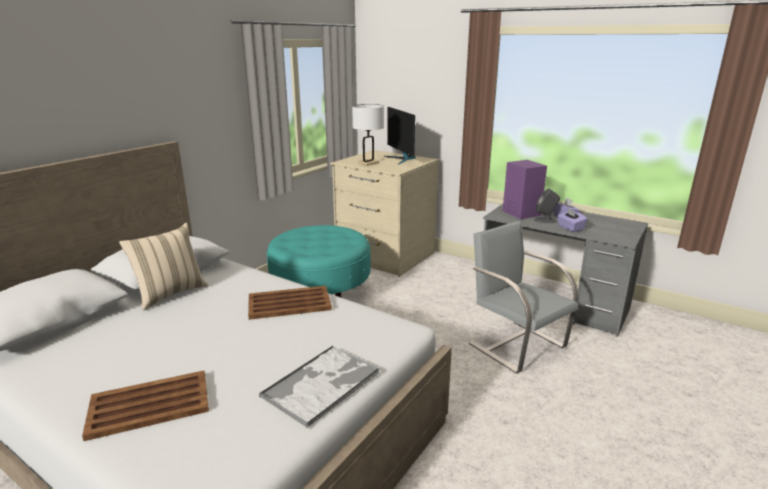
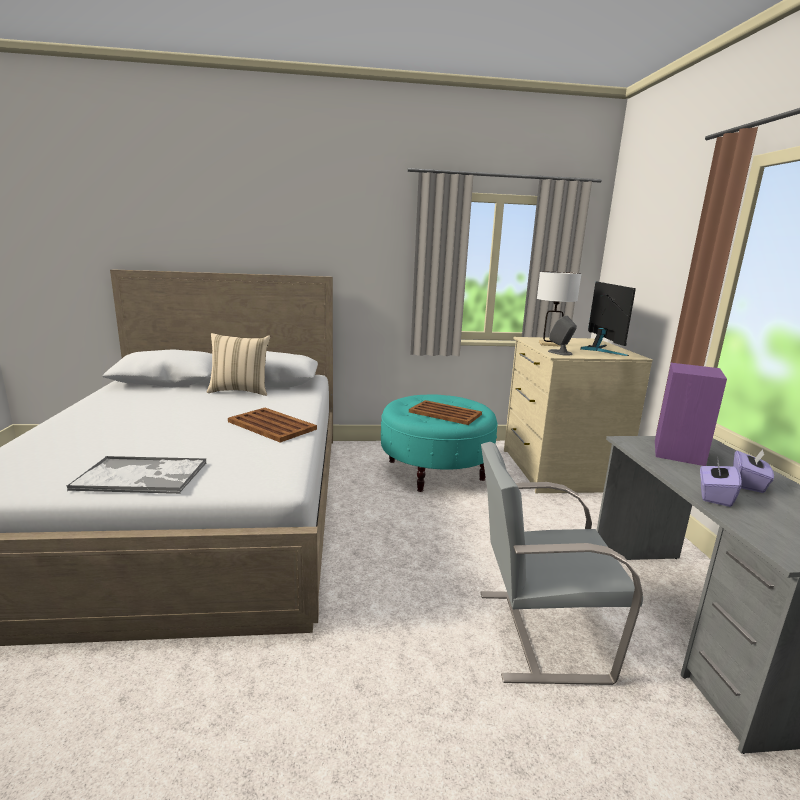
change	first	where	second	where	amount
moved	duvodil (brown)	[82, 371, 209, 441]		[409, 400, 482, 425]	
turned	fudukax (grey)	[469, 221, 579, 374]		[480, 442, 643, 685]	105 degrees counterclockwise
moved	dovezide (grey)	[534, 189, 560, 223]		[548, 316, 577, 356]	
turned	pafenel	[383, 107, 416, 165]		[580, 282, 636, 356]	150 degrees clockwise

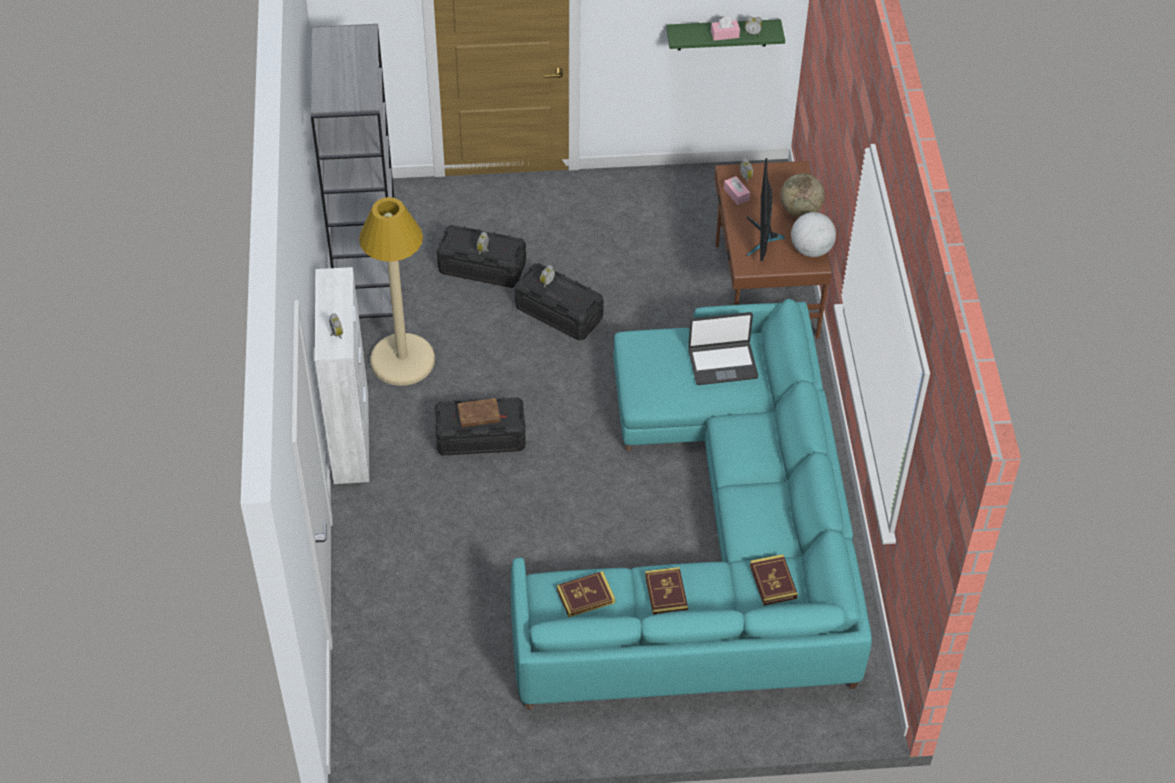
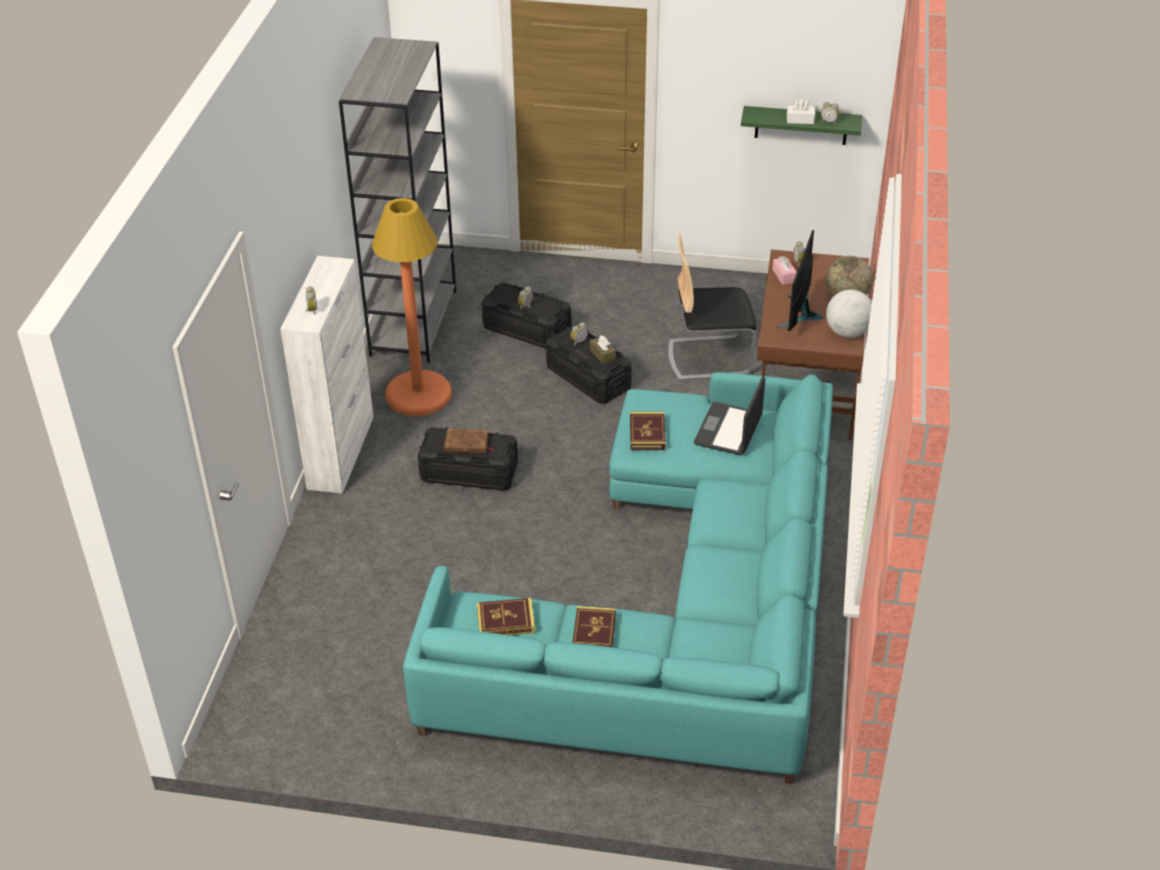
change	first	where	second	where	amount
recoloured	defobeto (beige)	[359, 197, 435, 386]	defobeto (orange)	[372, 198, 452, 416]	
added			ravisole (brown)	[590, 335, 616, 364]	
moved	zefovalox	[750, 554, 798, 605]		[630, 412, 666, 450]	
added			fudukax	[668, 232, 756, 381]	
turned	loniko	[688, 312, 758, 385]		[694, 376, 765, 455]	105 degrees clockwise
recoloured	ravisole (pink)	[711, 17, 740, 41]	ravisole (white)	[787, 99, 815, 124]	

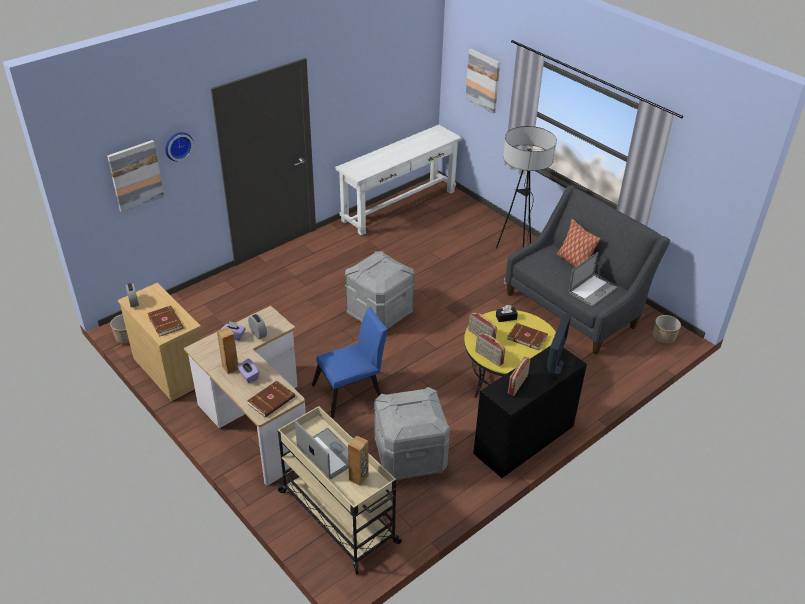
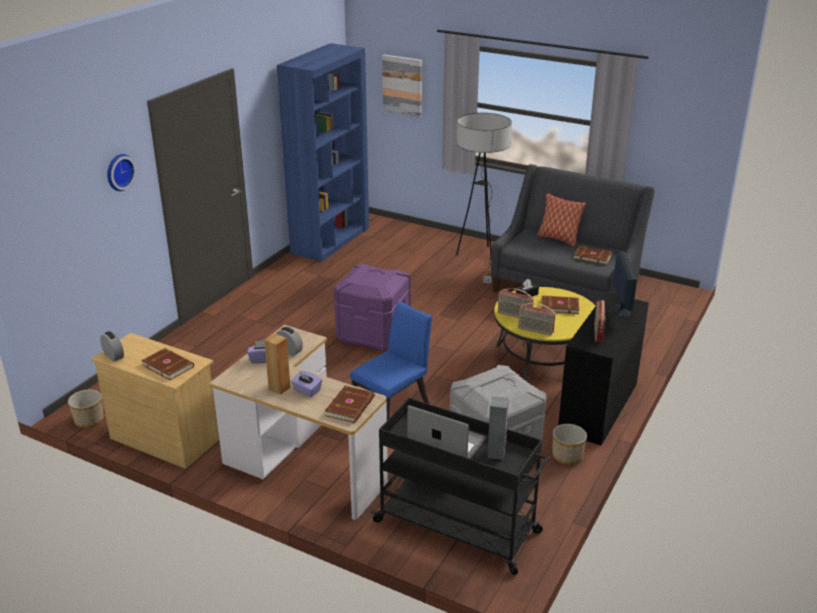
change	first	where	second	where	amount
replaced	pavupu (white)	[335, 125, 462, 235]	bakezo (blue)	[277, 43, 369, 262]	
recoloured	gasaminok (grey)	[345, 251, 414, 329]	gasaminok (purple)	[334, 264, 410, 351]	
recoloured	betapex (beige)	[276, 406, 402, 575]	betapex (black)	[371, 398, 549, 575]	
recoloured	dovezide (brown)	[348, 435, 369, 486]	dovezide (grey)	[487, 396, 509, 460]	
moved	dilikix	[653, 315, 681, 345]		[553, 424, 587, 465]	
replaced	loniko	[569, 252, 617, 307]	zefovalox (brown)	[573, 246, 612, 265]	
removed	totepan	[107, 140, 164, 213]			

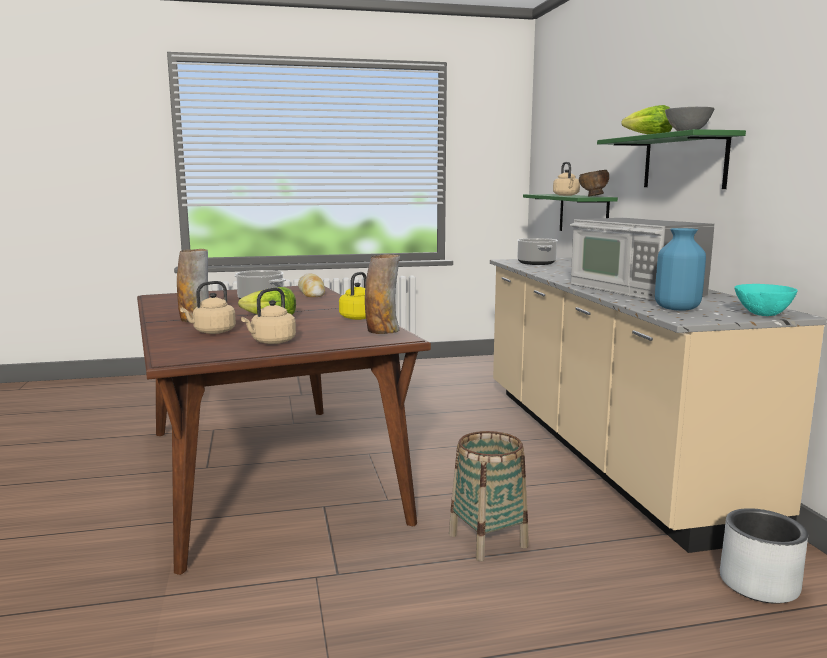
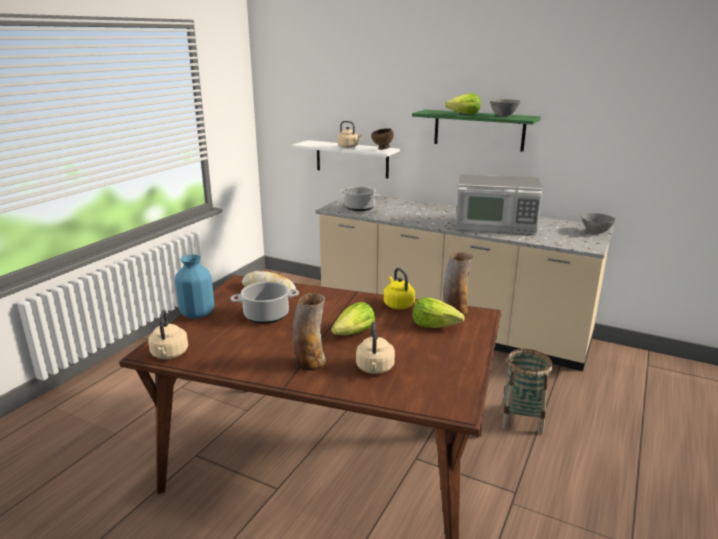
change	first	where	second	where	amount
moved	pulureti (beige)	[241, 287, 296, 344]		[148, 310, 188, 359]	
moved	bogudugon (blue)	[655, 228, 706, 311]		[175, 255, 214, 319]	
recoloured	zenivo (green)	[523, 194, 618, 231]	zenivo (white)	[291, 140, 400, 179]	
added			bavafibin	[412, 297, 465, 328]	
recoloured	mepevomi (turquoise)	[734, 284, 798, 316]	mepevomi (grey)	[581, 213, 615, 234]	
removed	dilikix (grey)	[720, 508, 808, 604]			

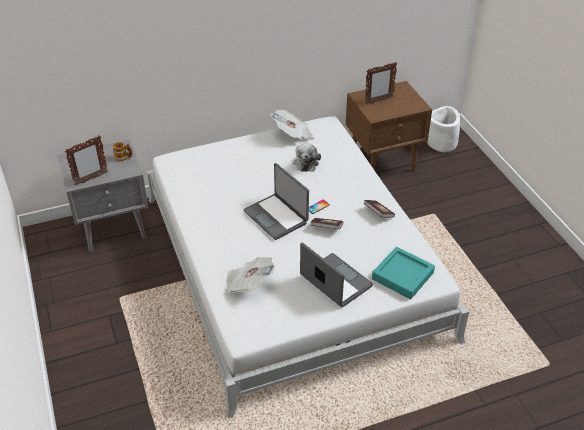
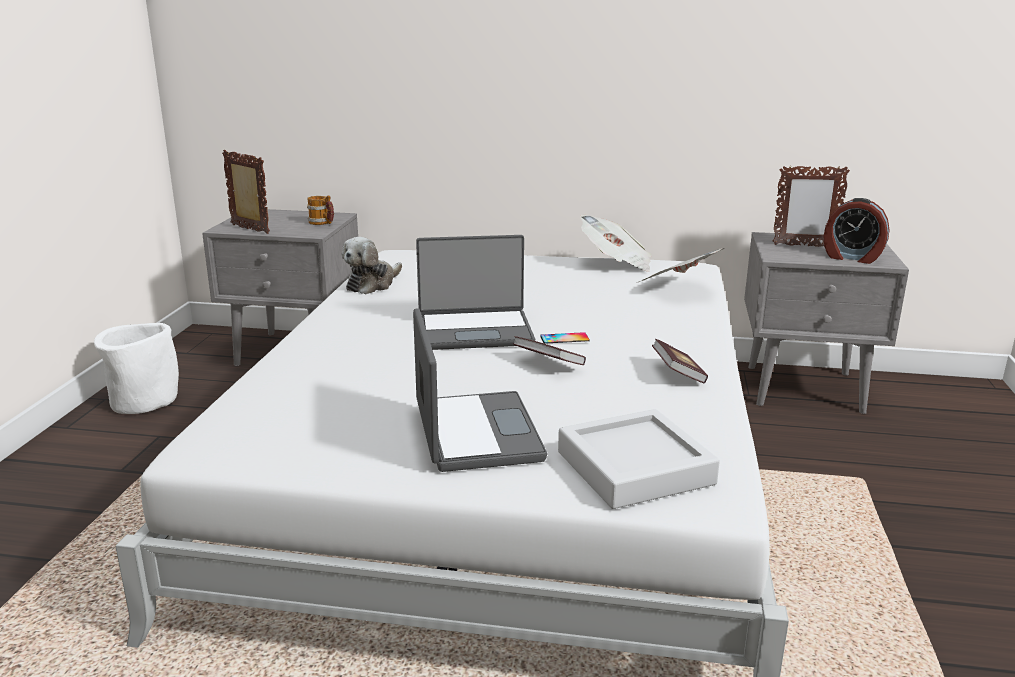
change	first	where	second	where	amount
moved	dilikix (white)	[427, 106, 460, 152]		[94, 323, 179, 414]	
turned	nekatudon	[65, 135, 108, 186]		[222, 150, 270, 234]	135 degrees counterclockwise
moved	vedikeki	[293, 143, 321, 172]		[342, 237, 402, 294]	
turned	loniko	[243, 163, 309, 240]		[416, 235, 535, 350]	90 degrees counterclockwise
recoloured	duvodil (turquoise)	[372, 247, 435, 299]	duvodil (grey)	[558, 409, 720, 509]	
moved	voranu	[226, 257, 275, 293]		[639, 248, 724, 282]	
recoloured	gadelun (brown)	[346, 81, 432, 171]	gadelun (grey)	[744, 232, 909, 414]	
added			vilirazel	[823, 198, 890, 264]	

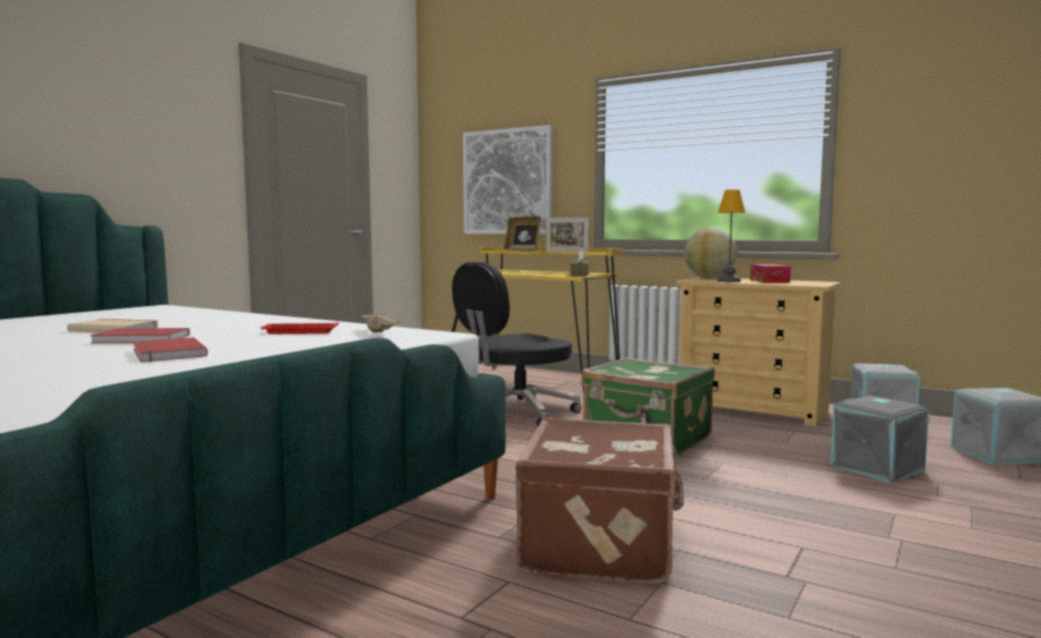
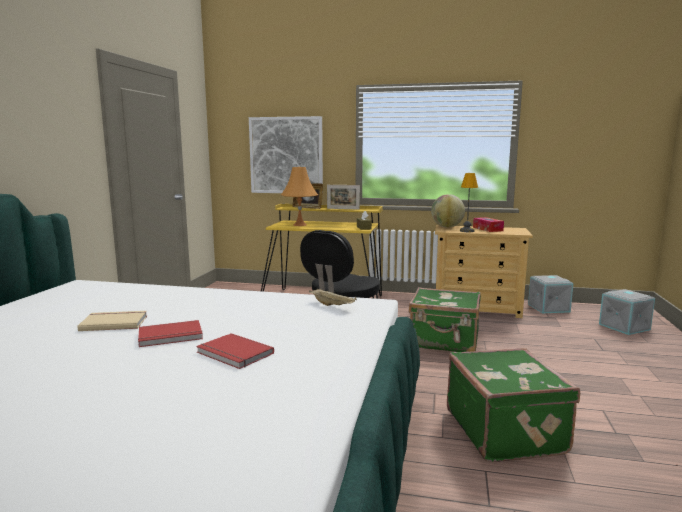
change	first	where	second	where	amount
added			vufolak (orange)	[281, 167, 318, 226]	
recoloured	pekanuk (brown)	[515, 417, 684, 585]	pekanuk (green)	[447, 348, 580, 462]	
removed	duvodil (red)	[260, 322, 339, 334]			
removed	gasaminok (grey)	[830, 395, 929, 483]			

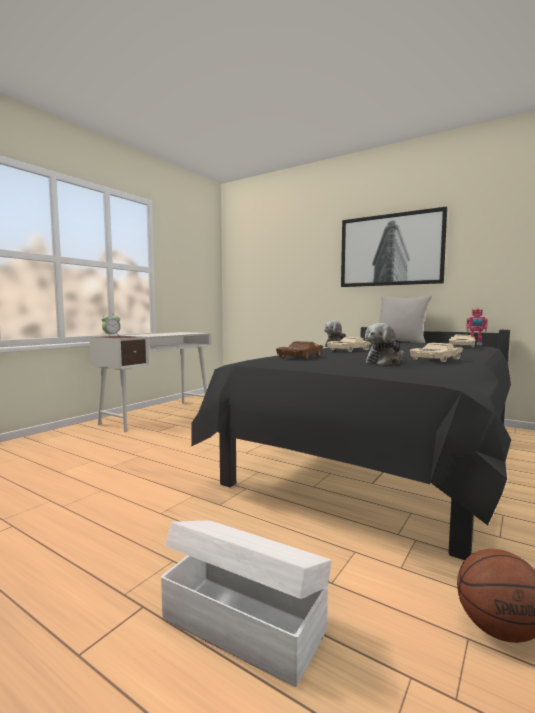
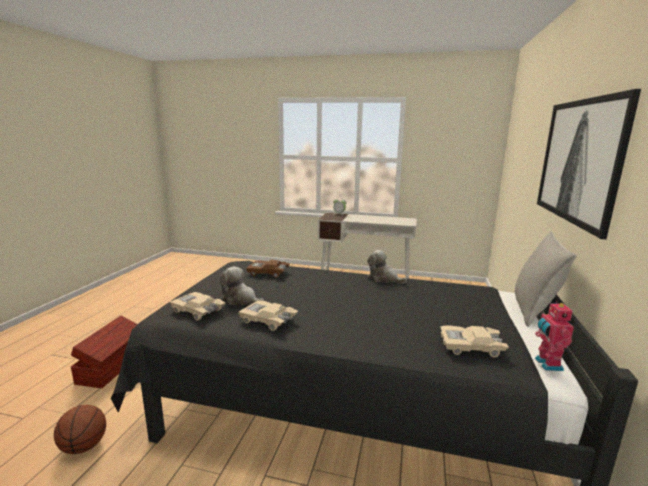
change	first	where	second	where	amount
recoloured	gasaminok (white)	[161, 521, 331, 687]	gasaminok (brown)	[71, 316, 138, 388]	
moved	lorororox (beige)	[327, 337, 371, 352]		[170, 292, 225, 320]	

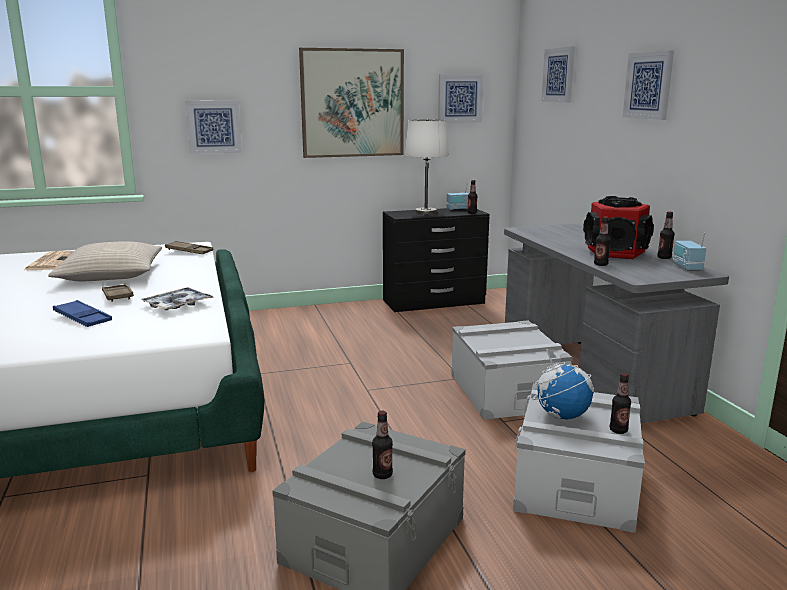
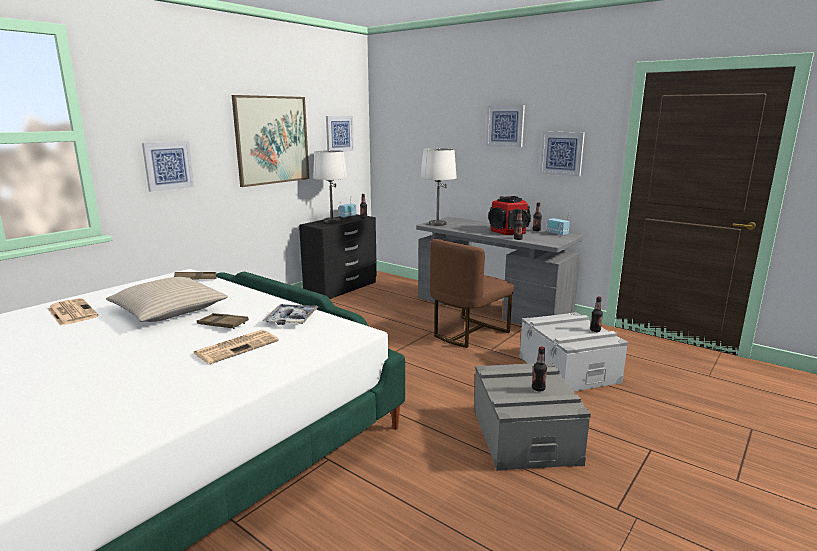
change	first	where	second	where	amount
replaced	duvodil (blue)	[53, 300, 112, 327]	voranu	[194, 330, 279, 364]	
added			vufolak (white)	[420, 148, 457, 226]	
replaced	gasaminok (grey)	[451, 320, 572, 420]	fudukax (brown)	[430, 239, 514, 348]	
moved	totepan	[541, 47, 575, 103]		[540, 131, 585, 176]	
removed	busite	[533, 349, 594, 421]			

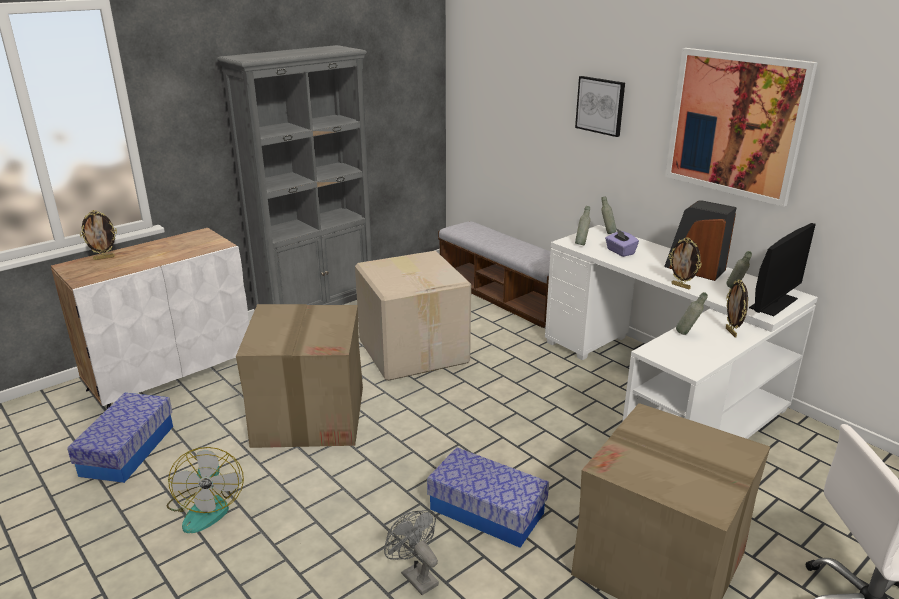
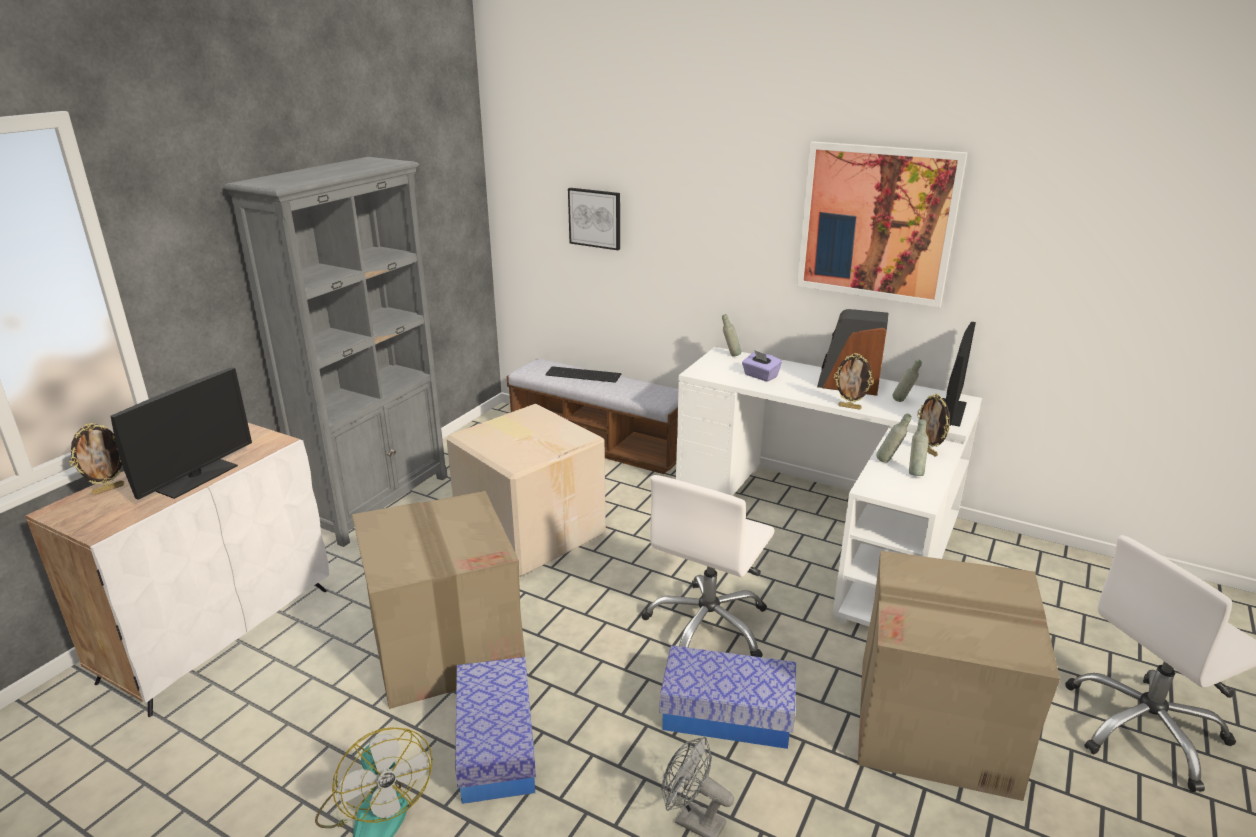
change	first	where	second	where	amount
added			pafenel	[111, 367, 252, 500]	
moved	gasaminok	[67, 393, 173, 483]		[455, 657, 536, 804]	
added			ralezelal	[546, 366, 622, 383]	
moved	totepan	[575, 76, 625, 137]		[568, 188, 620, 250]	
added			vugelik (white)	[641, 475, 775, 657]	
moved	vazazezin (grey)	[575, 206, 591, 245]		[909, 419, 929, 476]	

